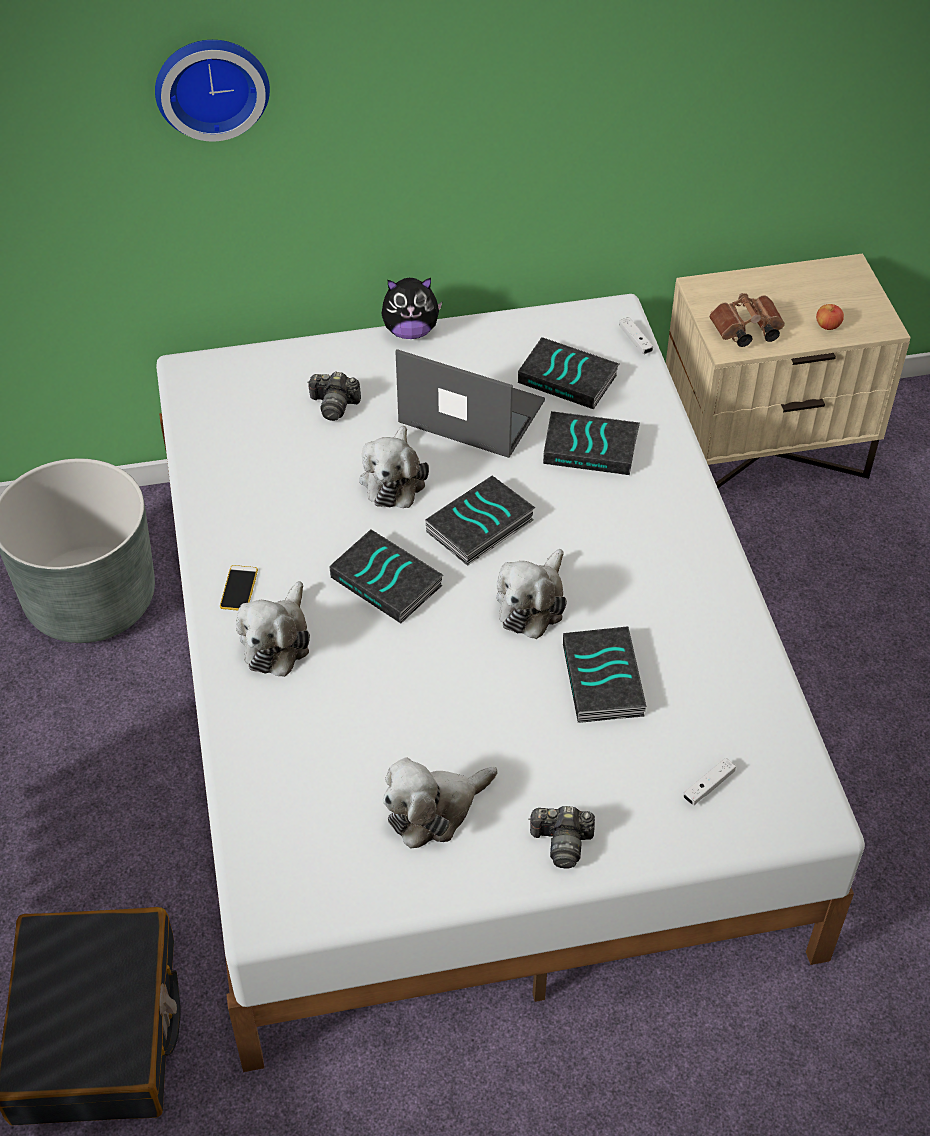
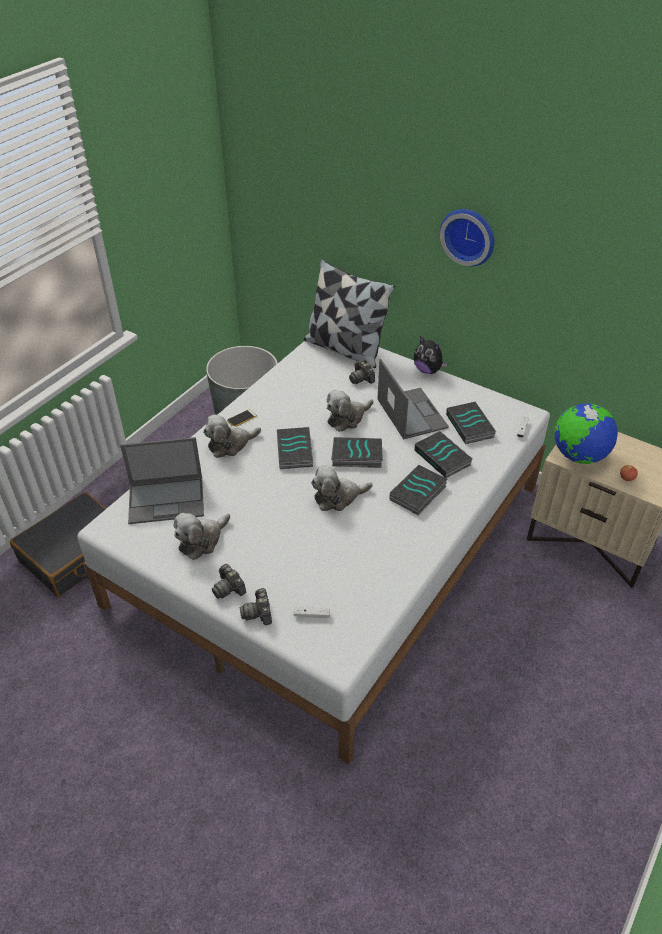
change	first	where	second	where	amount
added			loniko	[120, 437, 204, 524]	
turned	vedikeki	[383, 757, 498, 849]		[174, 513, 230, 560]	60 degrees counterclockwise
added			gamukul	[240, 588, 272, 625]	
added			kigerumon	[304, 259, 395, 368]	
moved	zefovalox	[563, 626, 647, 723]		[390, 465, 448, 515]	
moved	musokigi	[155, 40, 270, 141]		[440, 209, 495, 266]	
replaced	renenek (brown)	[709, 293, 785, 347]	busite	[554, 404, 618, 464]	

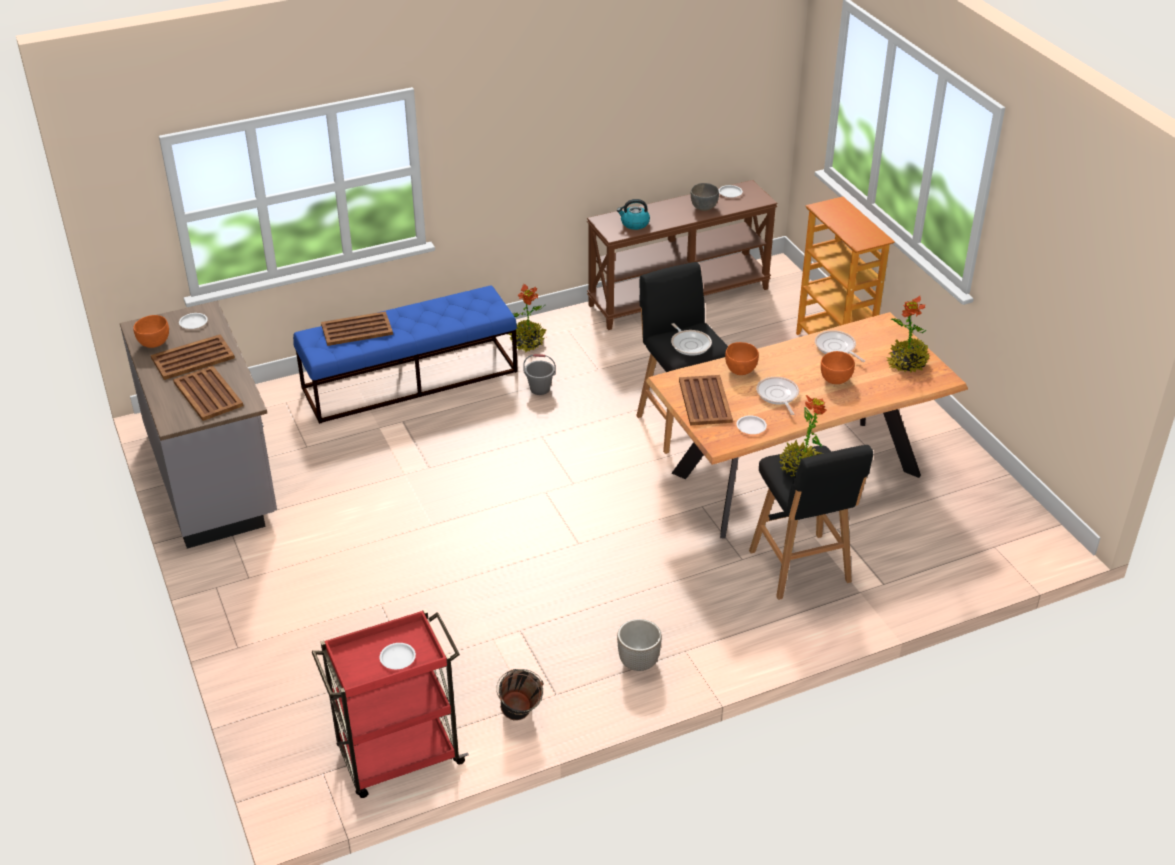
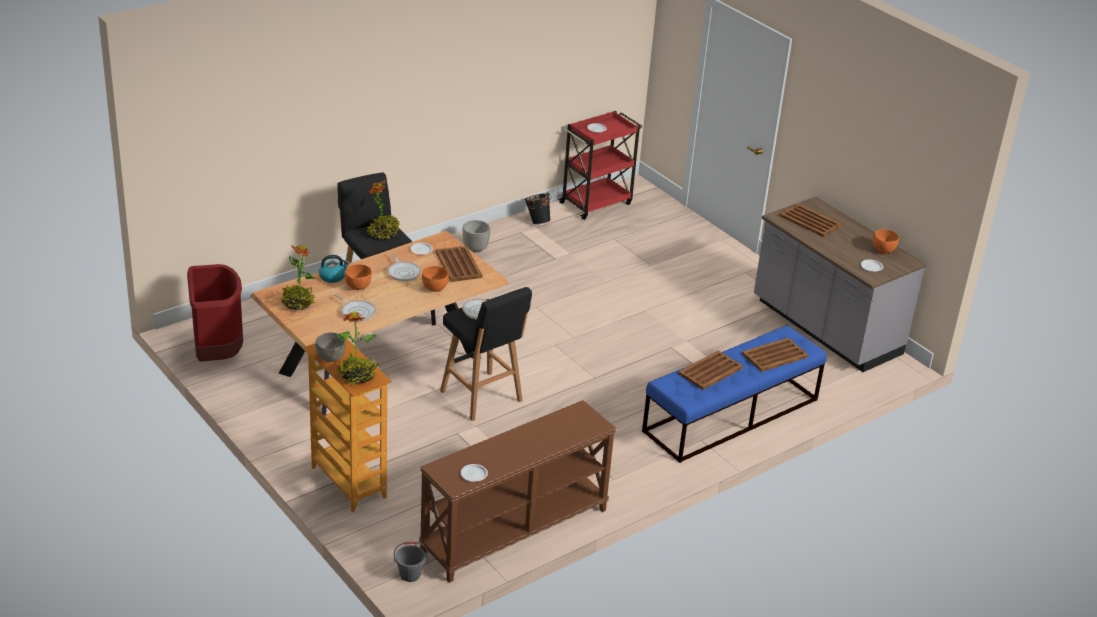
change	first	where	second	where	amount
added			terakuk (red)	[187, 264, 243, 362]	
moved	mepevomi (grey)	[691, 183, 719, 211]		[315, 332, 346, 362]	
moved	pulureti	[617, 199, 650, 230]		[319, 255, 350, 283]	
moved	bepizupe	[508, 284, 546, 353]		[336, 311, 379, 385]	
moved	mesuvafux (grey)	[523, 354, 556, 395]		[394, 541, 428, 582]	
moved	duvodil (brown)	[151, 334, 235, 380]		[678, 350, 743, 390]	

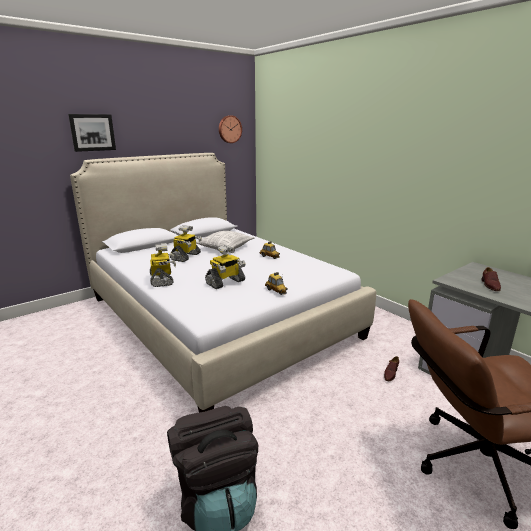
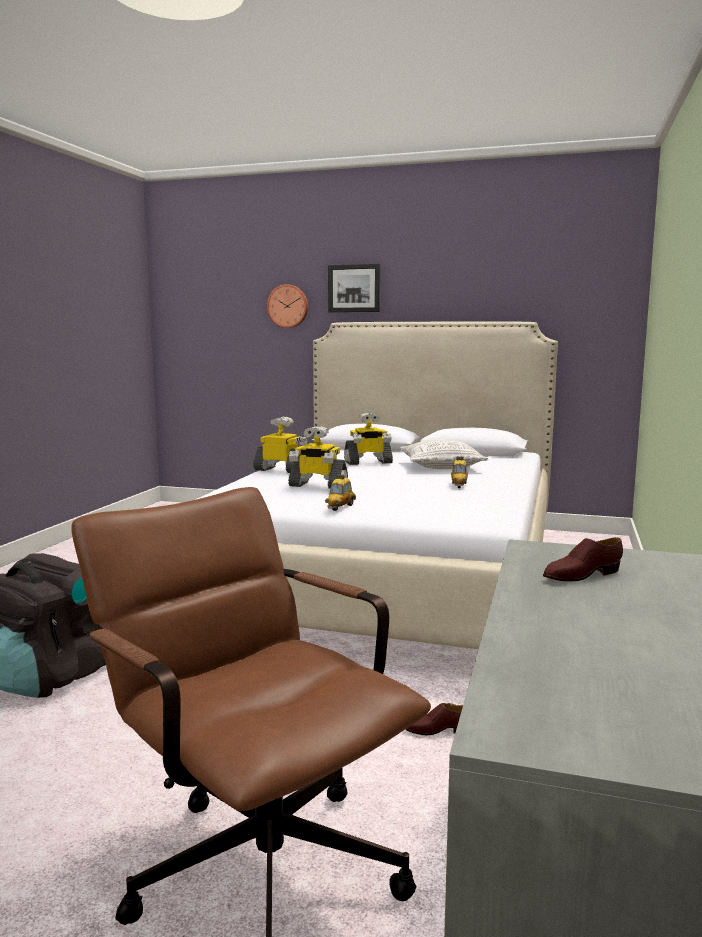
change	first	where	second	where	amount
turned	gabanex	[150, 243, 176, 287]		[253, 416, 307, 473]	105 degrees counterclockwise
moved	musokigi	[219, 115, 242, 143]		[267, 284, 308, 328]	

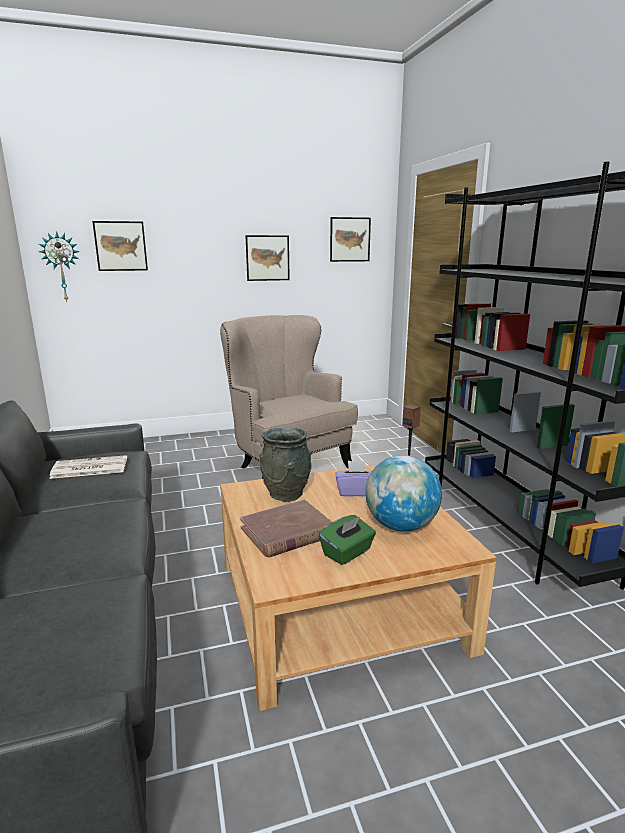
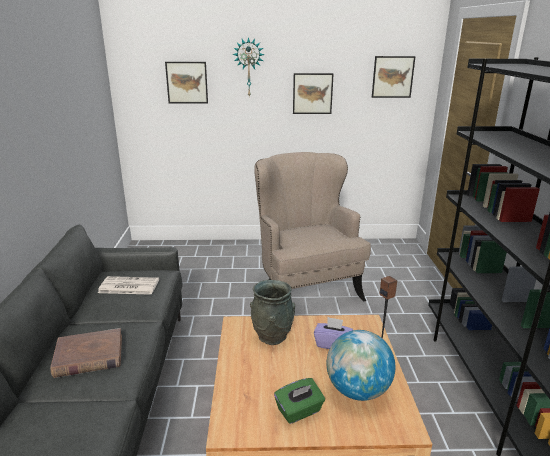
change	first	where	second	where	amount
moved	zefovalox (brown)	[240, 500, 332, 557]		[50, 328, 122, 378]	
moved	musokigi	[39, 231, 80, 302]		[233, 37, 265, 98]	

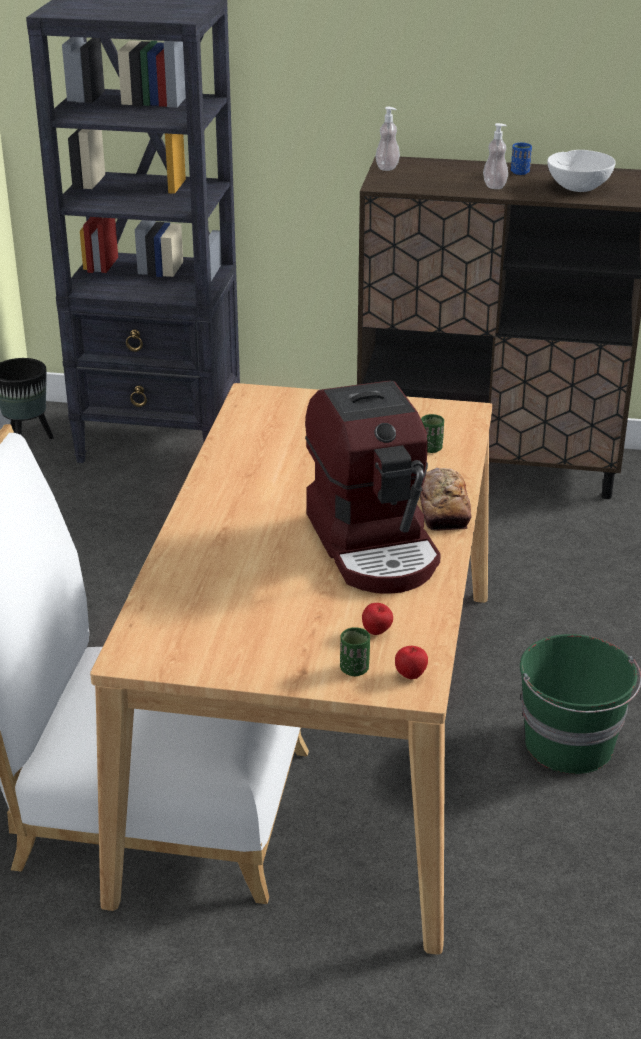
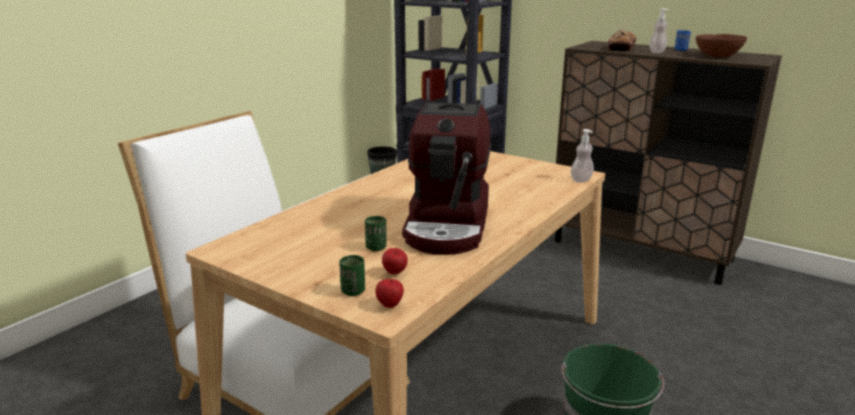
change	first	where	second	where	amount
moved	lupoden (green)	[421, 414, 444, 453]		[365, 216, 387, 251]	
moved	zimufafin	[376, 107, 400, 171]		[571, 129, 594, 183]	
moved	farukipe	[420, 468, 472, 531]		[608, 29, 636, 51]	
recoloured	mepevomi (white)	[547, 150, 616, 192]	mepevomi (brown)	[696, 34, 747, 58]	

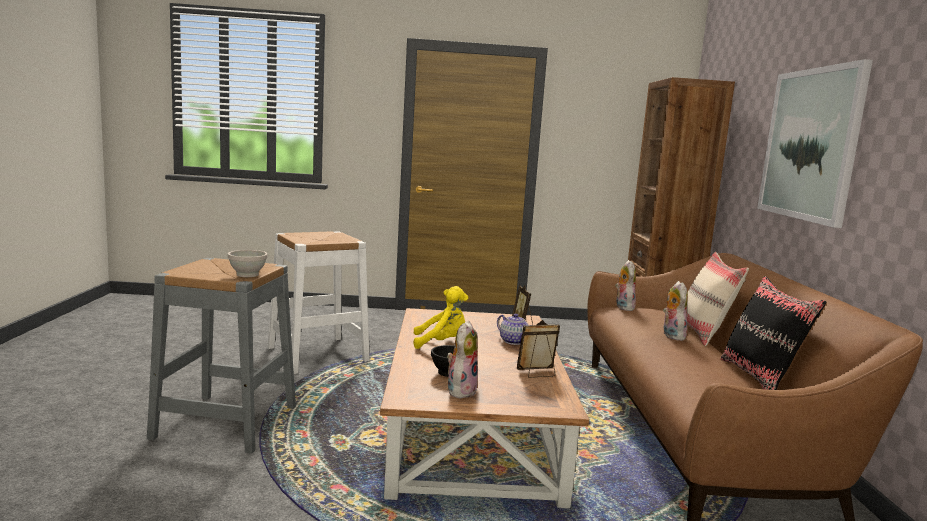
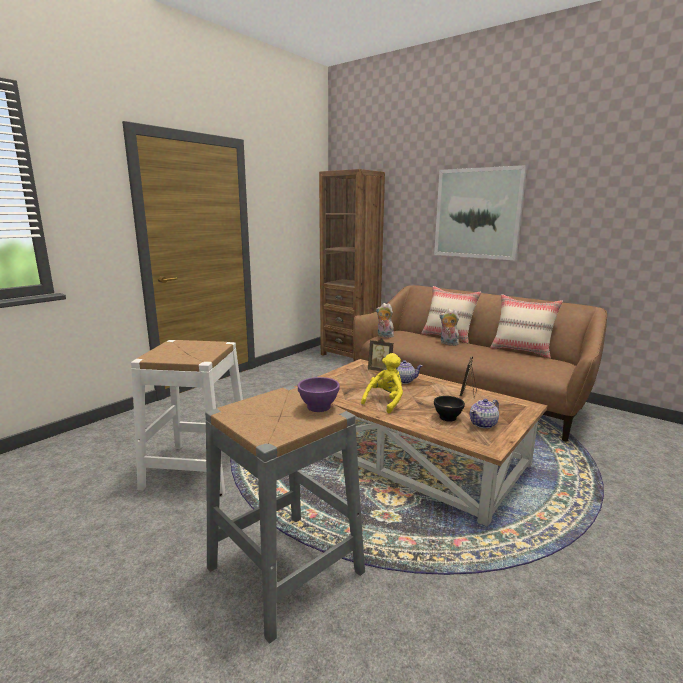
change	first	where	second	where	amount
recoloured	mepevomi (white)	[228, 250, 267, 277]	mepevomi (purple)	[298, 377, 340, 412]	
replaced	vedikeki	[447, 321, 478, 398]	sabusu	[470, 399, 499, 429]	
recoloured	kigerumon (black)	[720, 276, 827, 390]	kigerumon (beige)	[490, 294, 563, 359]	

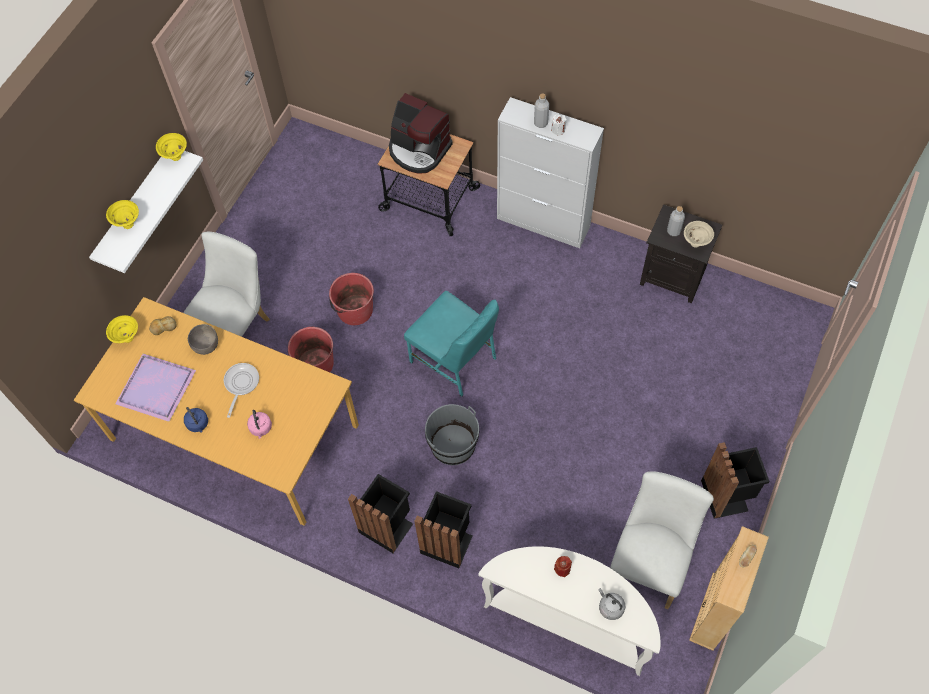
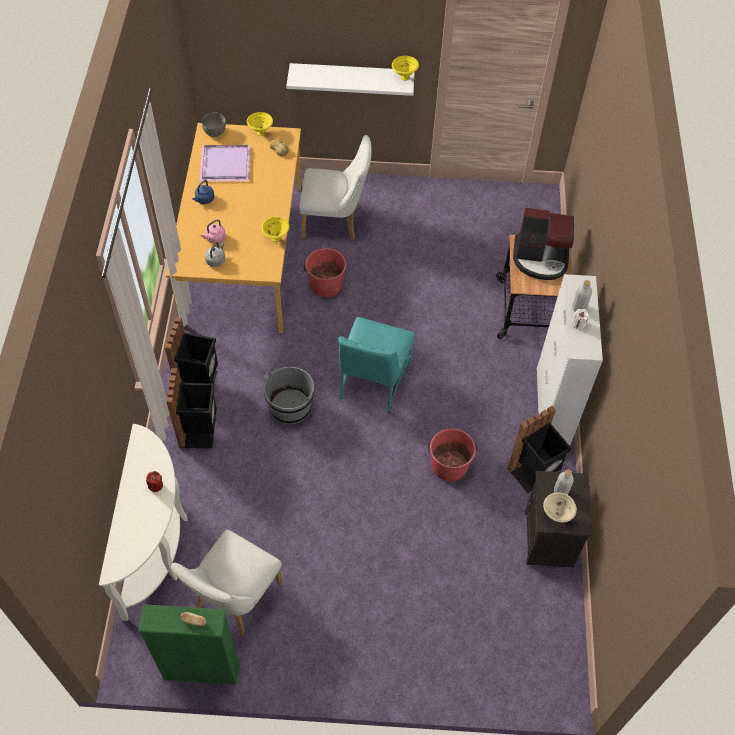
change	first	where	second	where	amount
recoloured	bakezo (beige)	[689, 526, 769, 651]	bakezo (green)	[138, 604, 240, 685]	
turned	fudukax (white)	[610, 471, 714, 609]		[171, 530, 283, 635]	120 degrees clockwise
moved	mepevomi (grey)	[188, 324, 218, 355]		[202, 113, 226, 137]	
moved	pulureti (grey)	[598, 588, 625, 620]		[205, 242, 225, 267]	
moved	mepevomi (yellow)	[106, 200, 139, 229]		[262, 217, 289, 242]	
moved	mesuvafux (red)	[329, 273, 374, 325]		[428, 428, 477, 481]	
moved	terakuk (black)	[701, 442, 770, 519]		[508, 406, 572, 493]	
turned	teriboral	[389, 93, 453, 174]		[513, 208, 574, 280]	90 degrees counterclockwise
removed	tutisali	[224, 363, 259, 418]			

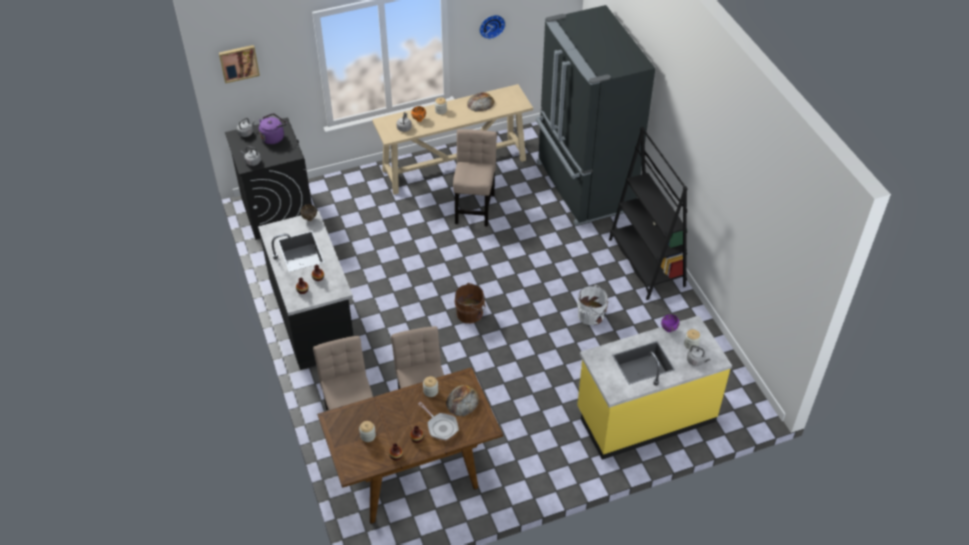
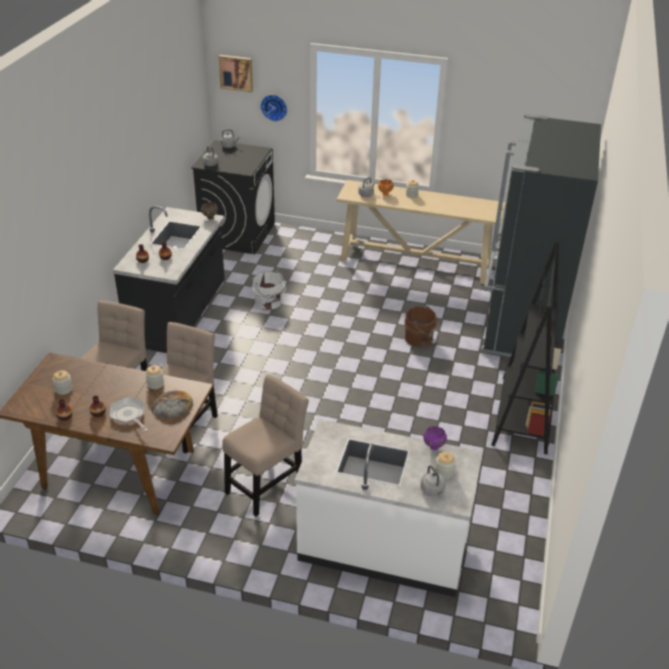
change	first	where	second	where	amount
turned	tutisali	[418, 402, 459, 440]		[110, 397, 148, 432]	150 degrees clockwise
moved	fudukax (beige)	[453, 129, 497, 227]		[222, 375, 309, 517]	
moved	mesuvafux (white)	[577, 285, 608, 325]		[253, 271, 286, 310]	
moved	musokigi	[479, 15, 506, 39]		[260, 95, 287, 122]	
recoloured	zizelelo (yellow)	[577, 316, 732, 460]	zizelelo (white)	[295, 419, 483, 597]	
moved	mesuvafux (brown)	[455, 283, 485, 323]		[404, 306, 438, 347]	
removed	pulureti (purple)	[259, 113, 287, 144]			
removed	farukipe	[467, 92, 495, 112]			

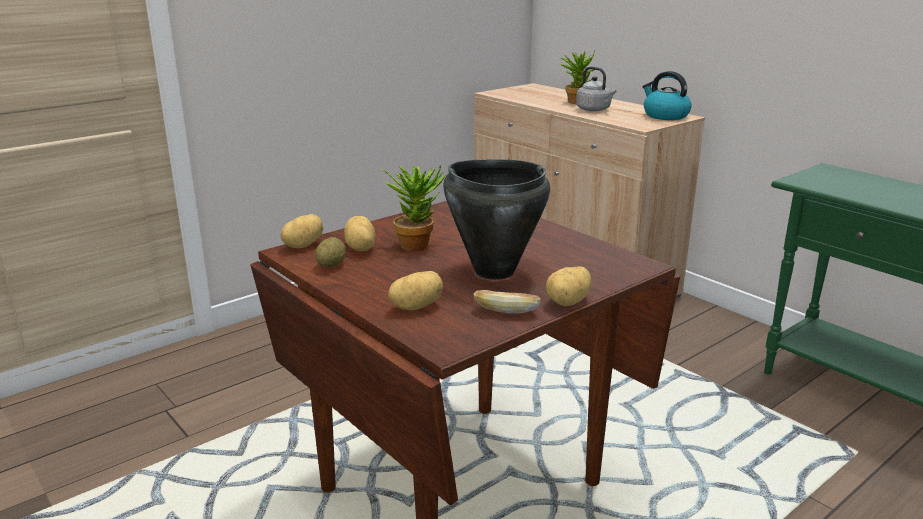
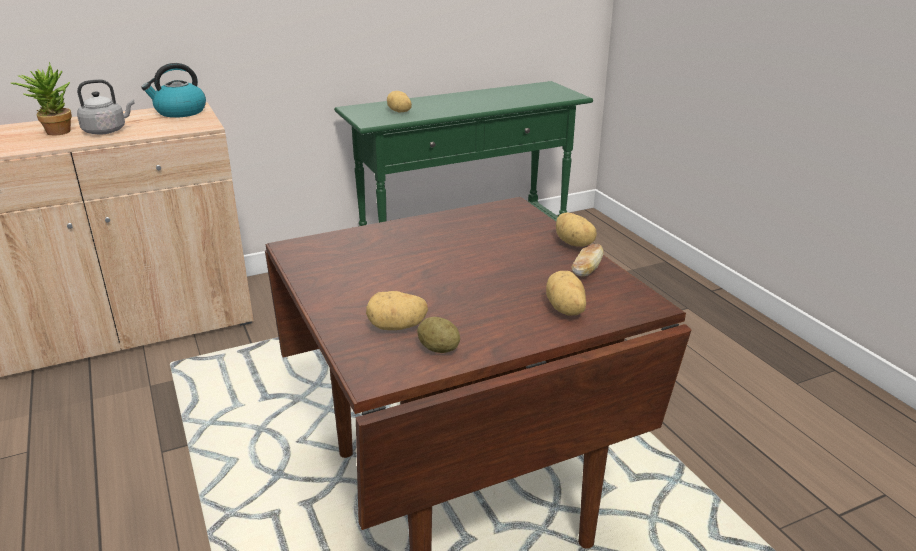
change	first	where	second	where	amount
moved	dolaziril	[280, 214, 323, 248]		[387, 91, 412, 113]	
removed	bepizupe	[381, 165, 445, 251]			
removed	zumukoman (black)	[443, 159, 550, 280]			

